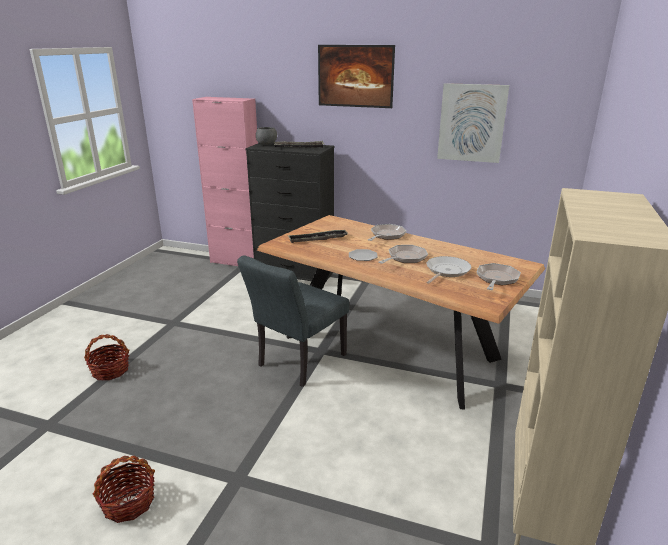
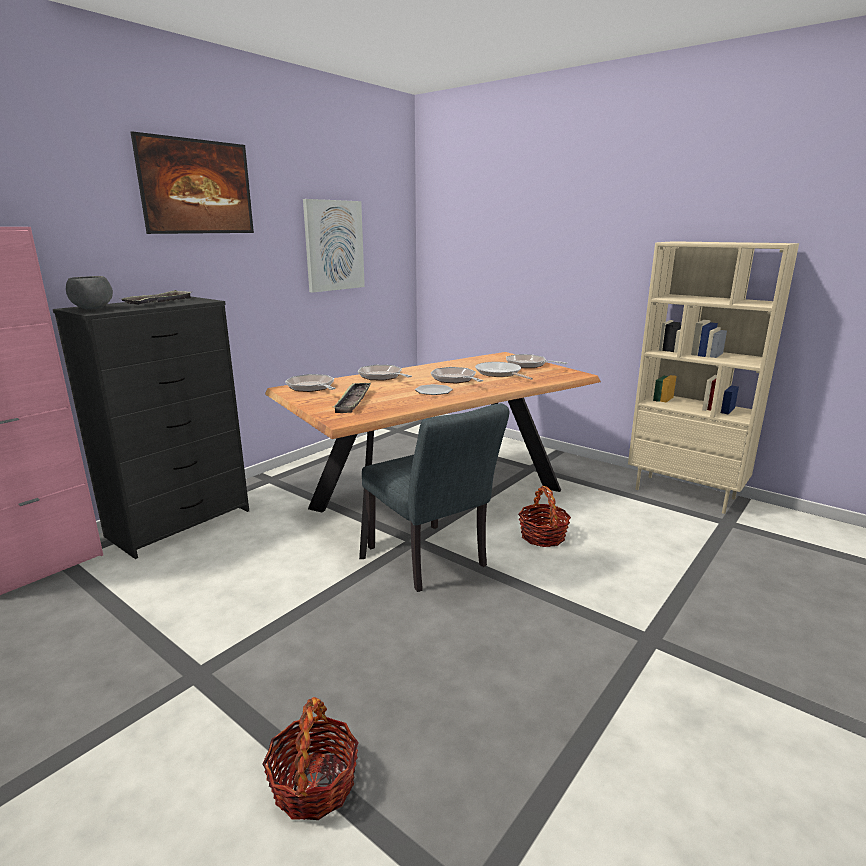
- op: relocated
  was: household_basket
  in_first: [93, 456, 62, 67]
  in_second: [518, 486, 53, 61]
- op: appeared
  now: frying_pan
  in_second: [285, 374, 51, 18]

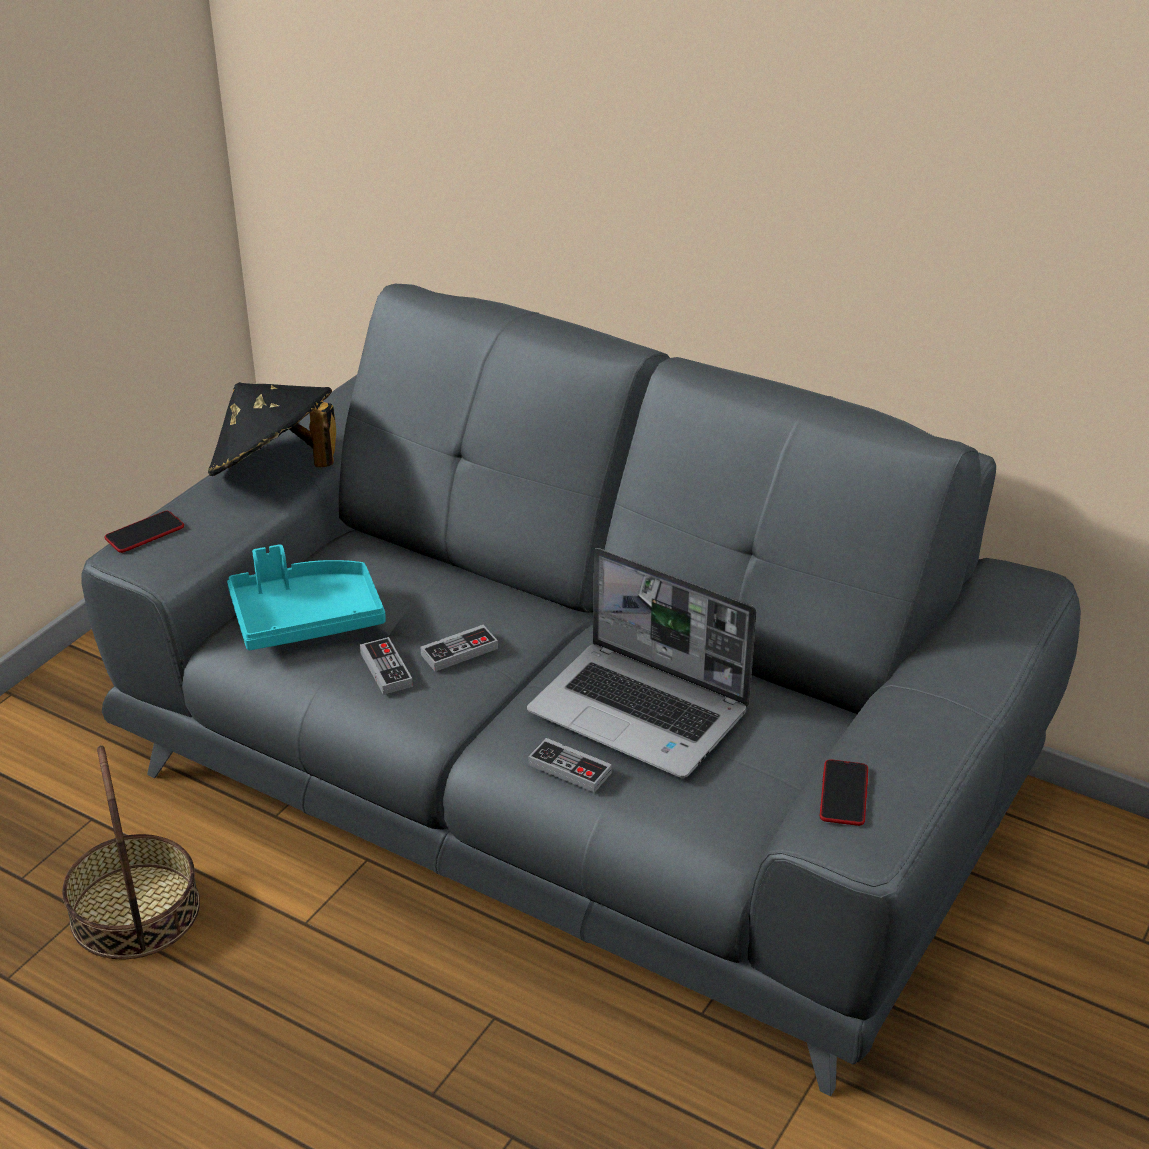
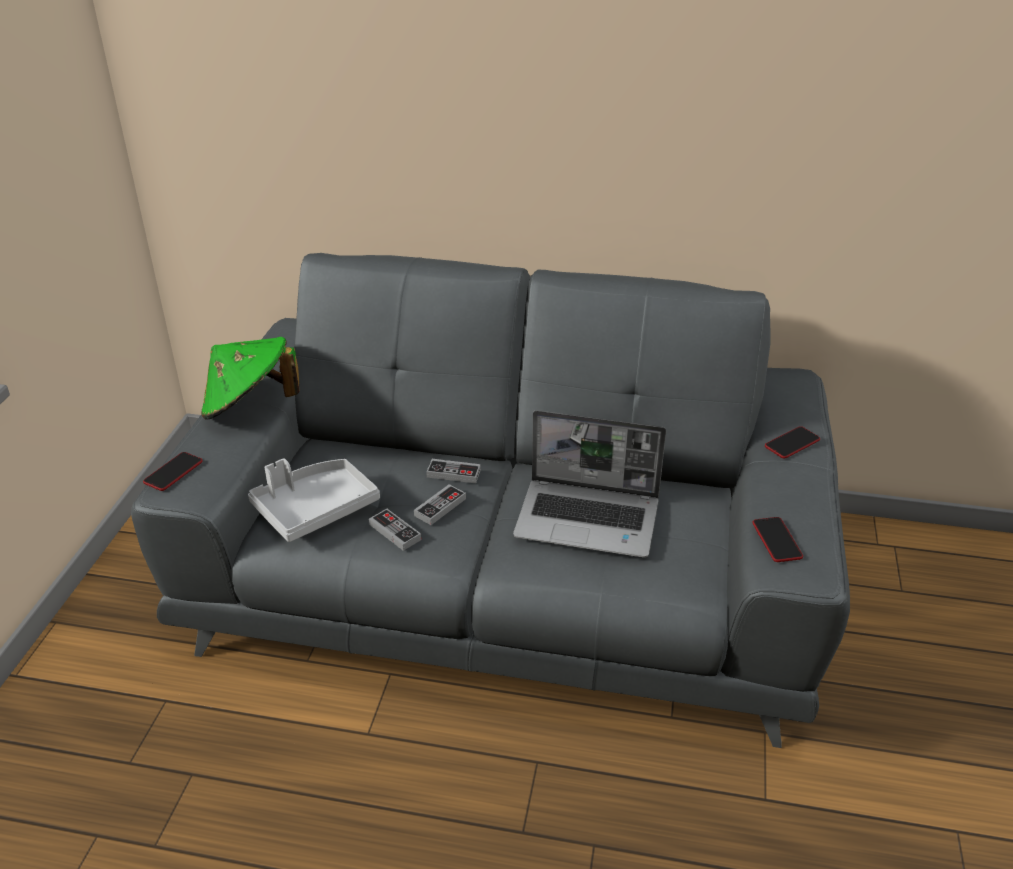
- op: missing
  was: household_basket
  in_first: [62, 745, 138, 214]
- op: colour
  was: black_clothing_hat
  now: greenish_clothing_hat
  in_first: [208, 382, 128, 94]
  in_second: [201, 337, 99, 83]
- op: colour
  was: turquoise_serving_tray
  now: grey_serving_tray
  in_first: [227, 544, 159, 106]
  in_second: [248, 459, 132, 83]
- op: relocated
  was: gamepad
  in_first: [528, 738, 84, 55]
  in_second: [426, 459, 55, 24]
- op: appeared
  now: telephone
  in_second: [765, 426, 55, 33]

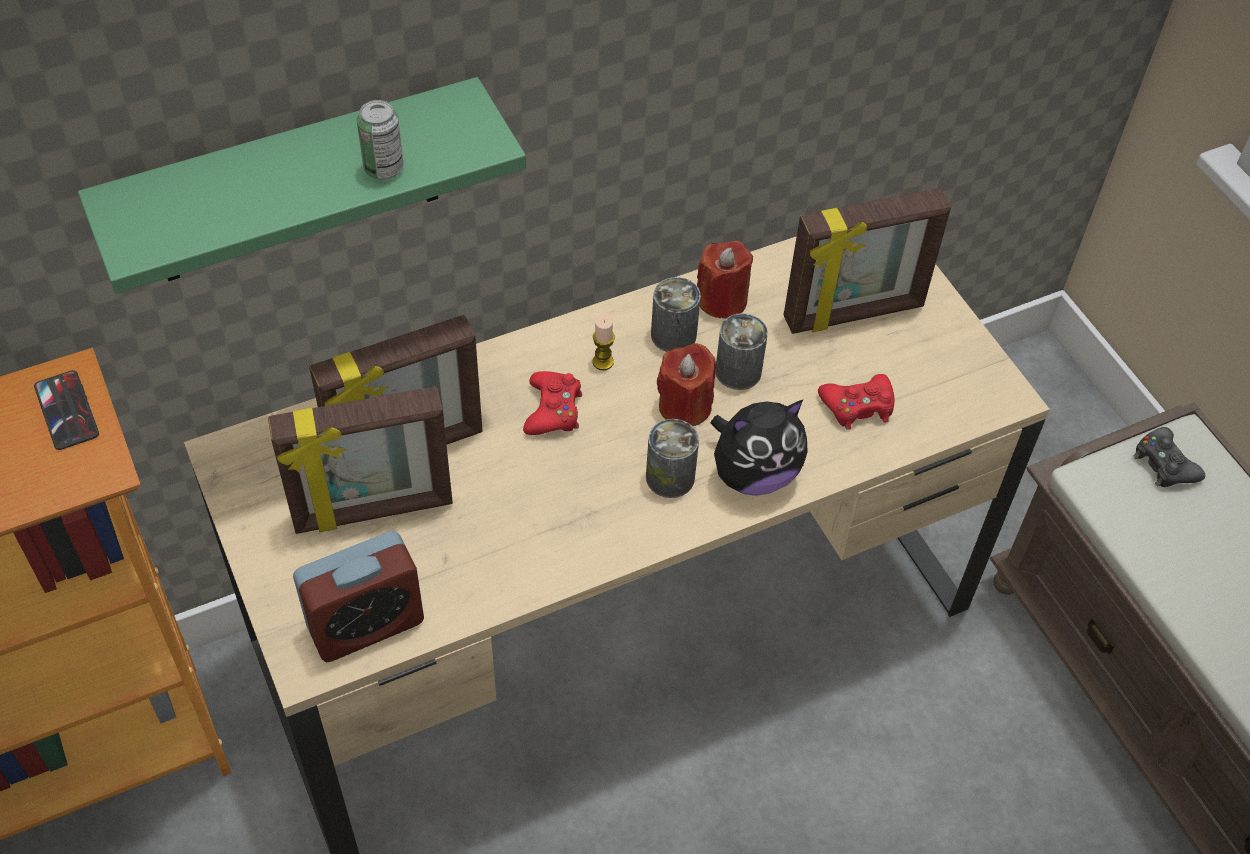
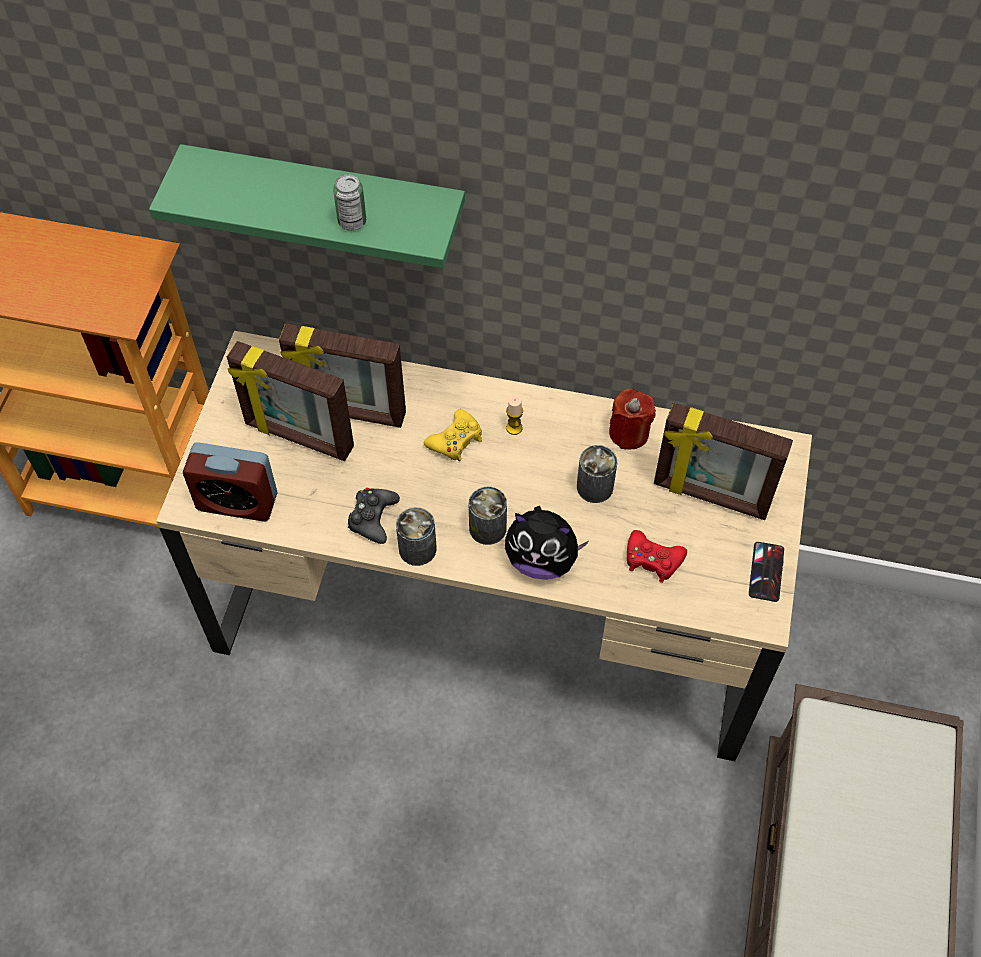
- op: relocated
  was: telephone
  in_first: [34, 370, 65, 80]
  in_second: [749, 542, 35, 60]
- op: colour
  was: reddish_gamepad
  now: yellow_gamepad
  in_first: [523, 371, 59, 64]
  in_second: [424, 409, 58, 52]
- op: relocated
  was: can
  in_first: [651, 277, 50, 75]
  in_second: [396, 507, 41, 59]
- op: missing
  was: reddish_wax_candle
  in_first: [657, 344, 59, 82]
- op: relocated
  was: black_gamepad
  in_first: [1133, 427, 72, 60]
  in_second: [348, 488, 52, 56]

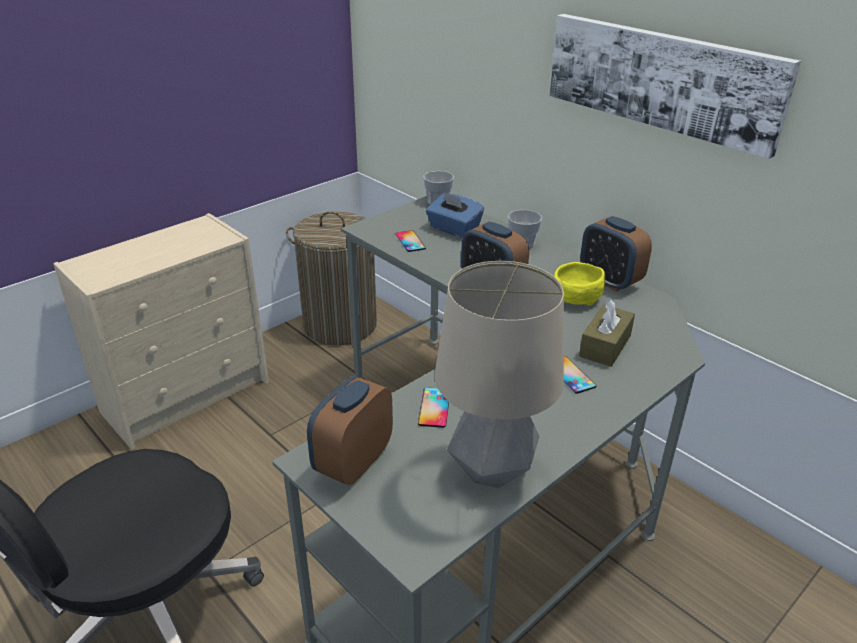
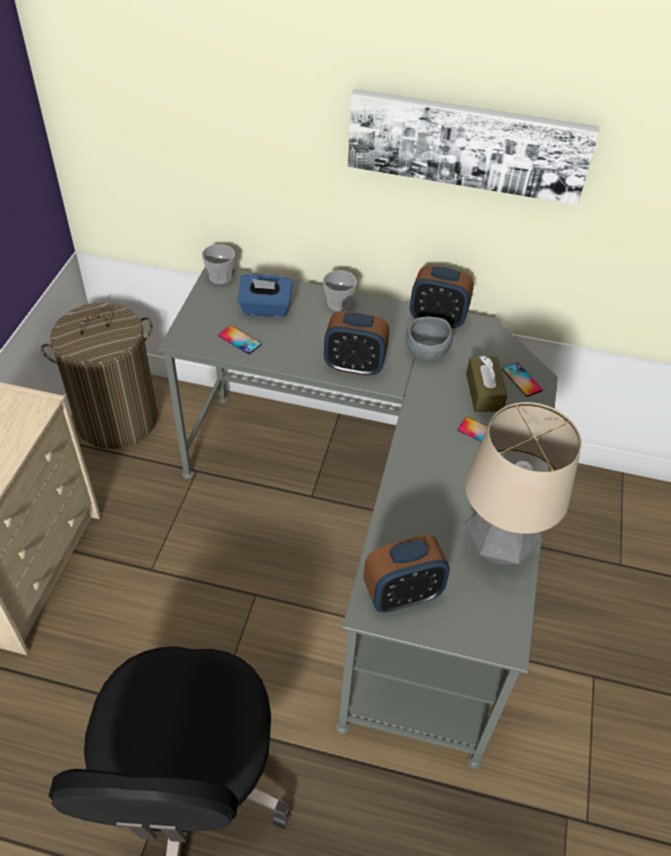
- op: spun
  was: alarm_clock
  in_first: [307, 376, 86, 109]
  in_second: [363, 535, 87, 77]
  clockwise: -105
- op: relocated
  was: telephone
  in_first: [418, 387, 31, 41]
  in_second: [502, 362, 41, 35]
- op: colour
  was: yellow_deep_dish
  now: grey_deep_dish
  in_first: [554, 262, 51, 44]
  in_second: [405, 316, 48, 44]

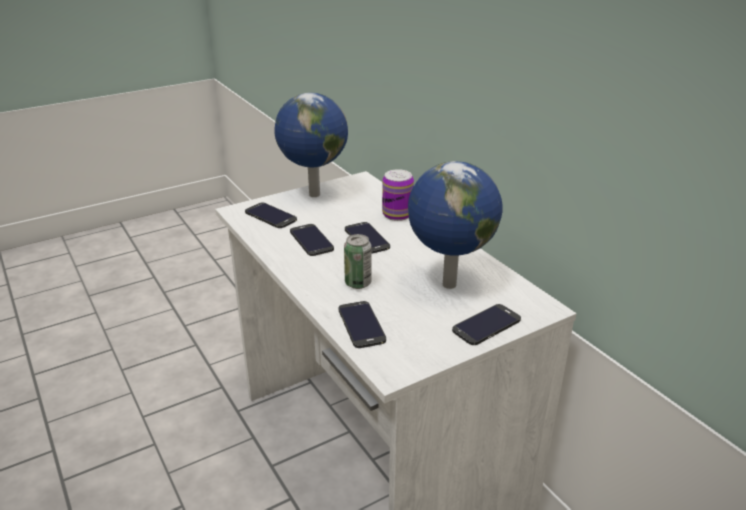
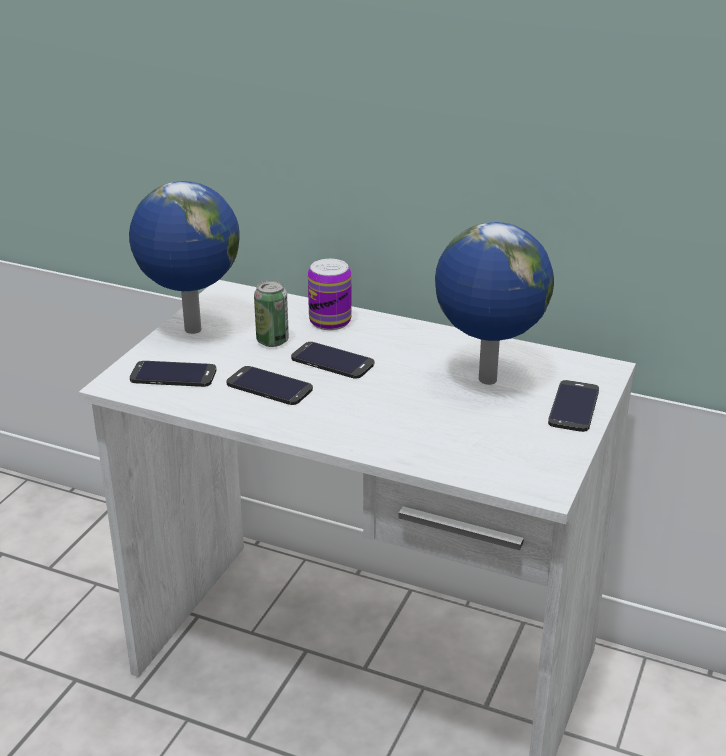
- op: missing
  was: telephone
  in_first: [338, 301, 48, 47]
- op: relocated
  was: can
  in_first: [344, 234, 28, 55]
  in_second: [254, 280, 35, 67]

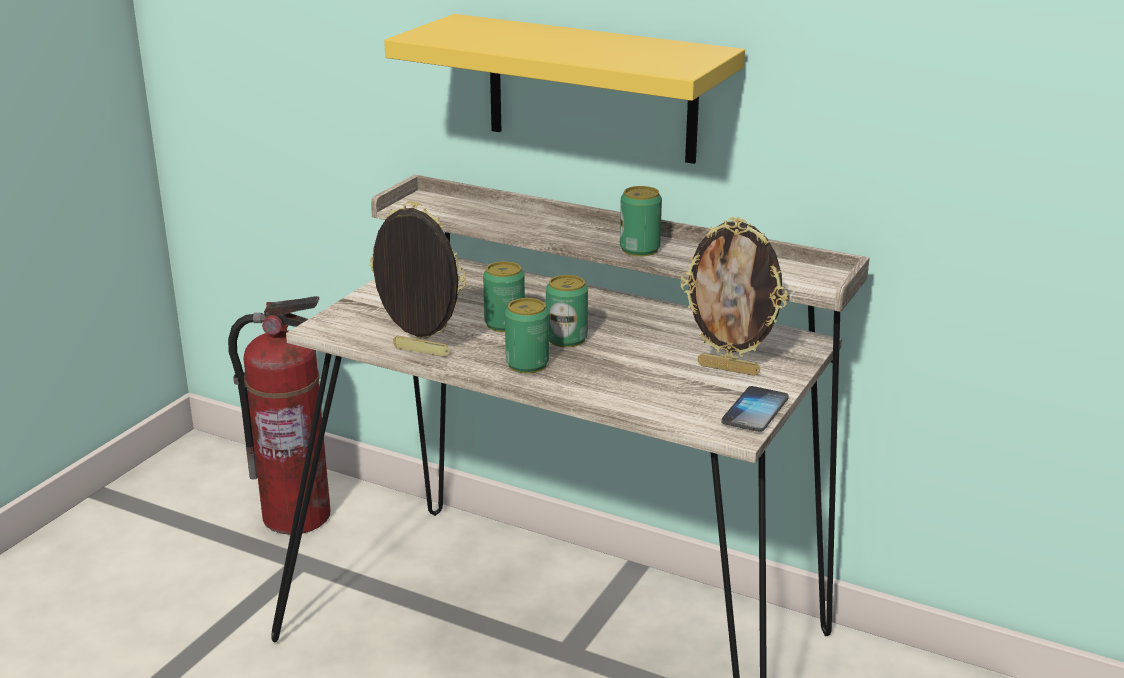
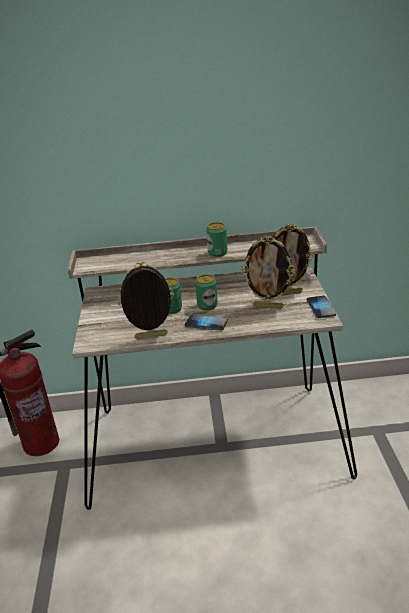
- op: missing
  was: yellow_wall_shelf
  in_first: [384, 14, 361, 150]
- op: exchanged
  was: can
  now: telephone
  in_first: [505, 298, 44, 75]
  in_second: [185, 315, 43, 16]
- op: appeared
  now: standing_frame
  in_second: [241, 235, 54, 74]

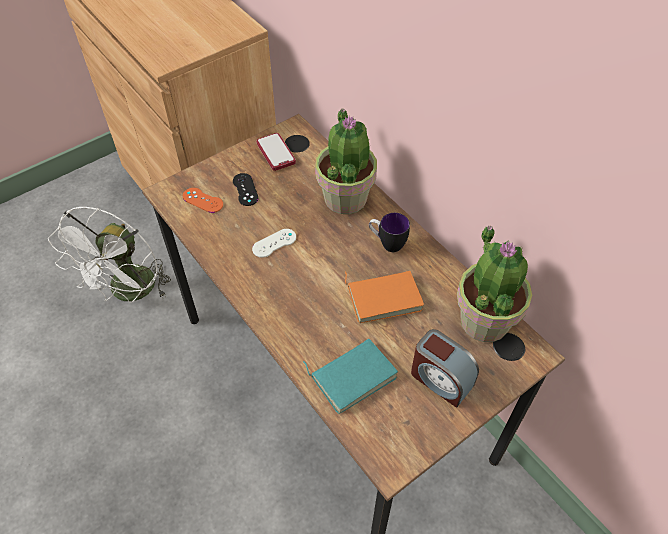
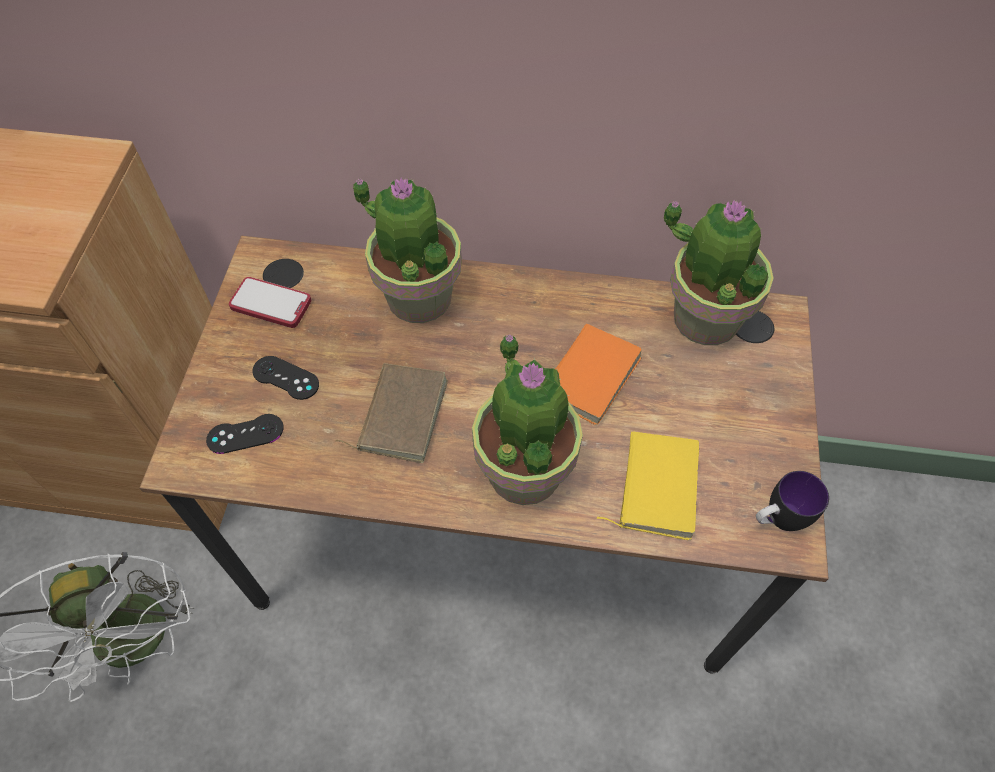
- op: colour
  was: orangey_gamepad
  now: black_gamepad
  in_first: [183, 188, 40, 25]
  in_second: [206, 414, 78, 40]
- op: exchanged
  was: whitish_gamepad
  now: brown_bound_book
  in_first: [252, 229, 44, 29]
  in_second: [335, 363, 113, 100]
- op: colour
  was: turquoise_bound_book
  now: yellow_bound_book
  in_first: [303, 339, 95, 75]
  in_second: [597, 431, 102, 110]
- op: relocated
  was: tea_mug
  in_first: [369, 213, 41, 39]
  in_second: [756, 471, 73, 60]
- op: missing
  was: alarm_clock
  in_first: [411, 329, 68, 79]
- op: appeared
  now: plant_in_a_pot
  in_second: [472, 334, 111, 171]

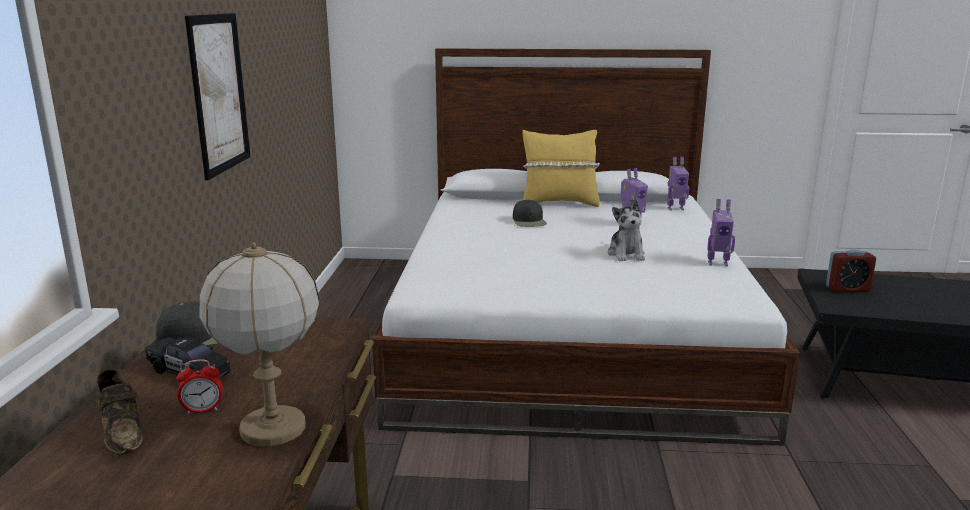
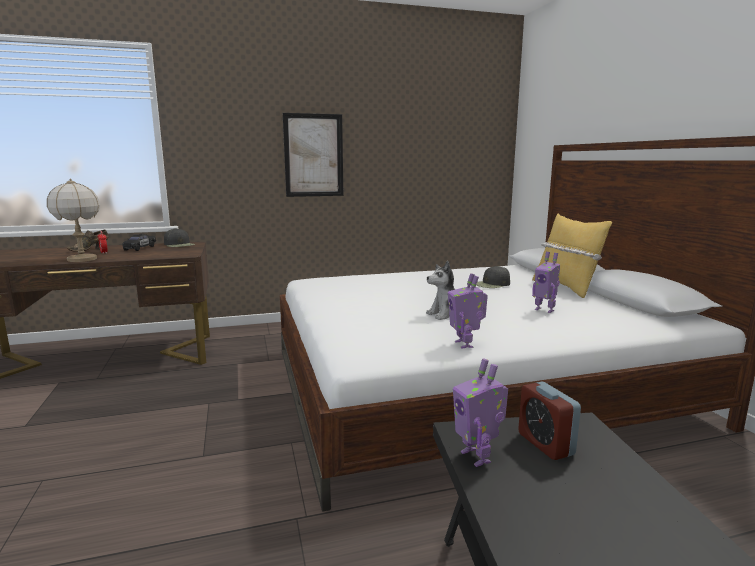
- op: relocated
  was: model_robot
  in_first: [667, 157, 22, 53]
  in_second: [453, 358, 55, 109]

